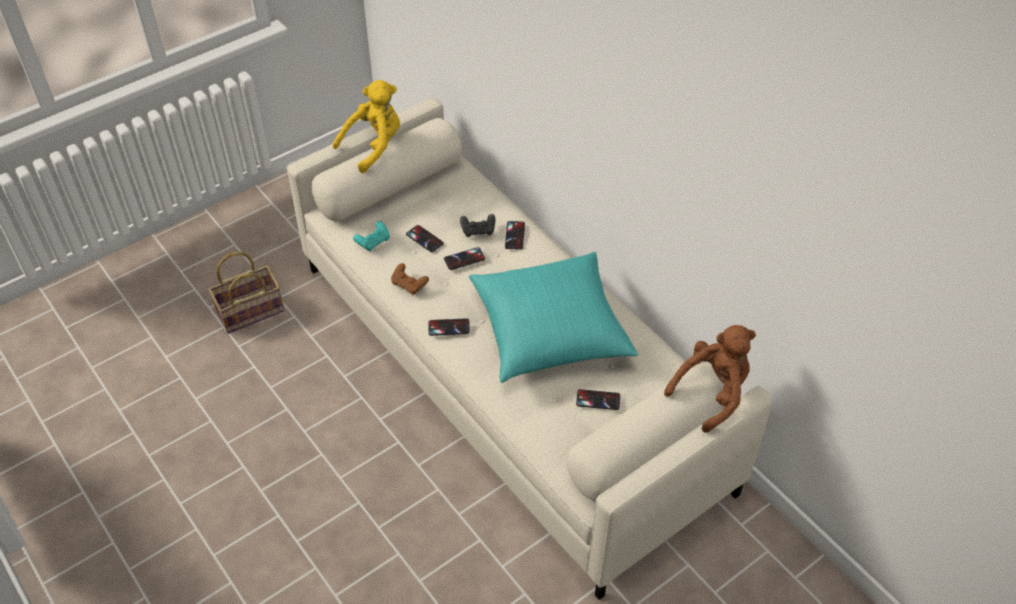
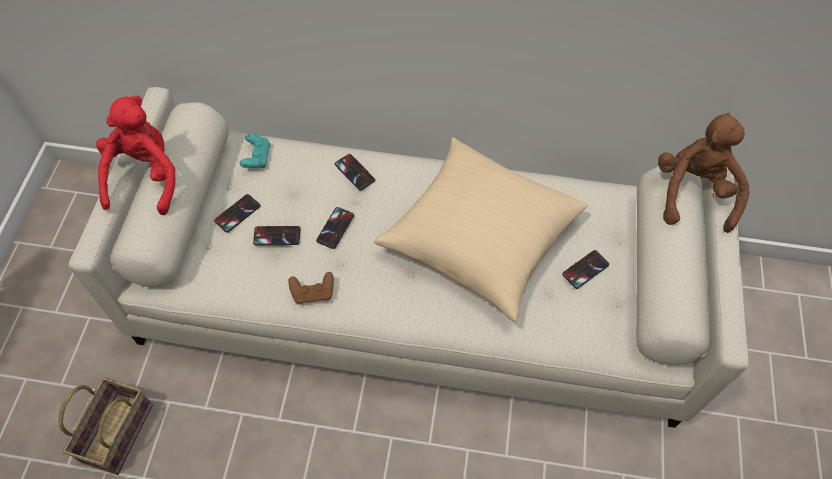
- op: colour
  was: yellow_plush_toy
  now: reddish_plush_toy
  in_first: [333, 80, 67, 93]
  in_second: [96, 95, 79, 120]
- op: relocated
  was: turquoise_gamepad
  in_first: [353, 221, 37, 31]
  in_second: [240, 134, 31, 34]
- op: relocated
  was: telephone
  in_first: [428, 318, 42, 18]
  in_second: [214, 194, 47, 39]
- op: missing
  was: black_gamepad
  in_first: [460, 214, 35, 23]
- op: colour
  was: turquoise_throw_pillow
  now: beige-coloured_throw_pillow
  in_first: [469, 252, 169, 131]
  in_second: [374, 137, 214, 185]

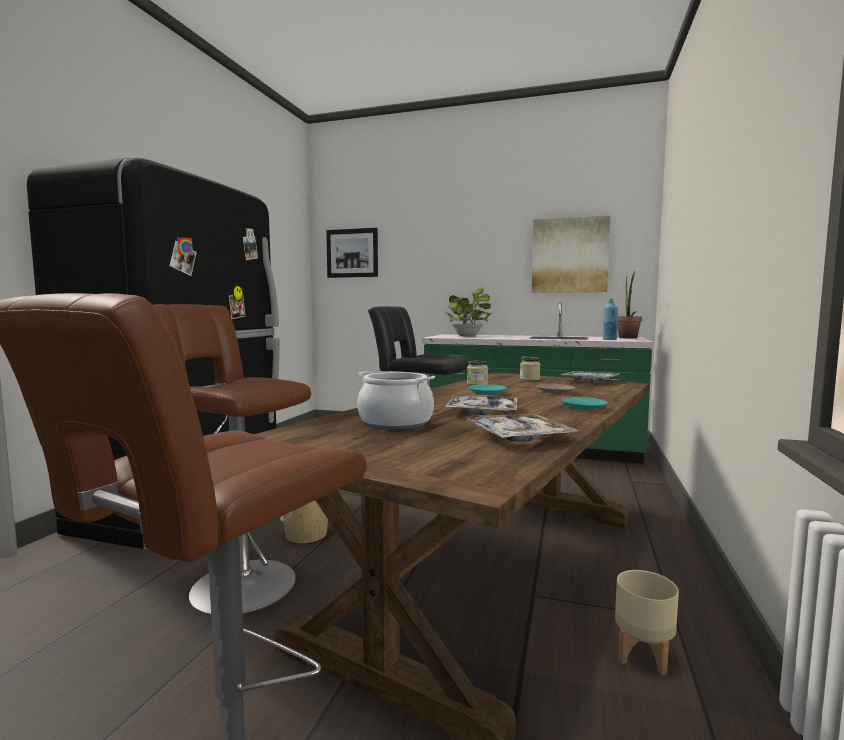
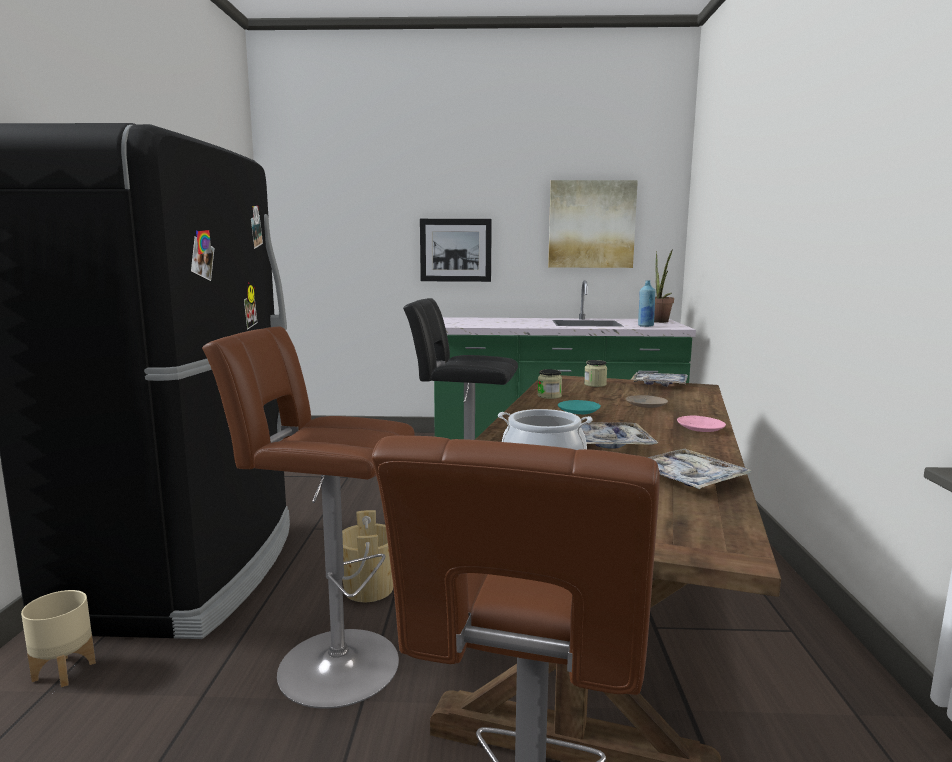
- op: relocated
  was: wall_picture
  in_first: [326, 228, 52, 50]
  in_second: [420, 219, 72, 63]
- op: missing
  was: plant_in_a_pot
  in_first: [446, 287, 46, 50]
- op: colour
  was: turquoise_flat_dish
  now: pink_flat_dish
  in_first: [562, 397, 46, 13]
  in_second: [677, 415, 49, 17]
- op: relocated
  was: beige-coloured_planter
  in_first: [615, 570, 64, 106]
  in_second: [21, 590, 75, 97]

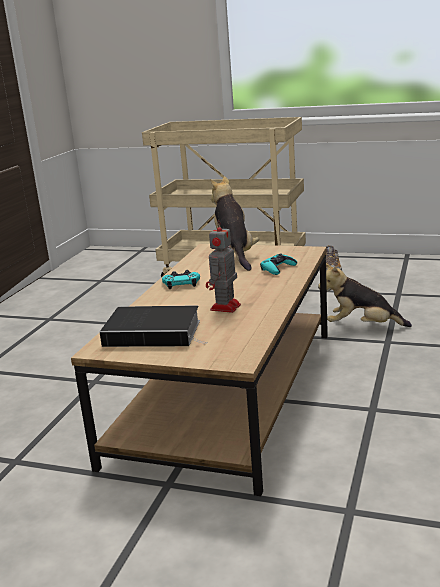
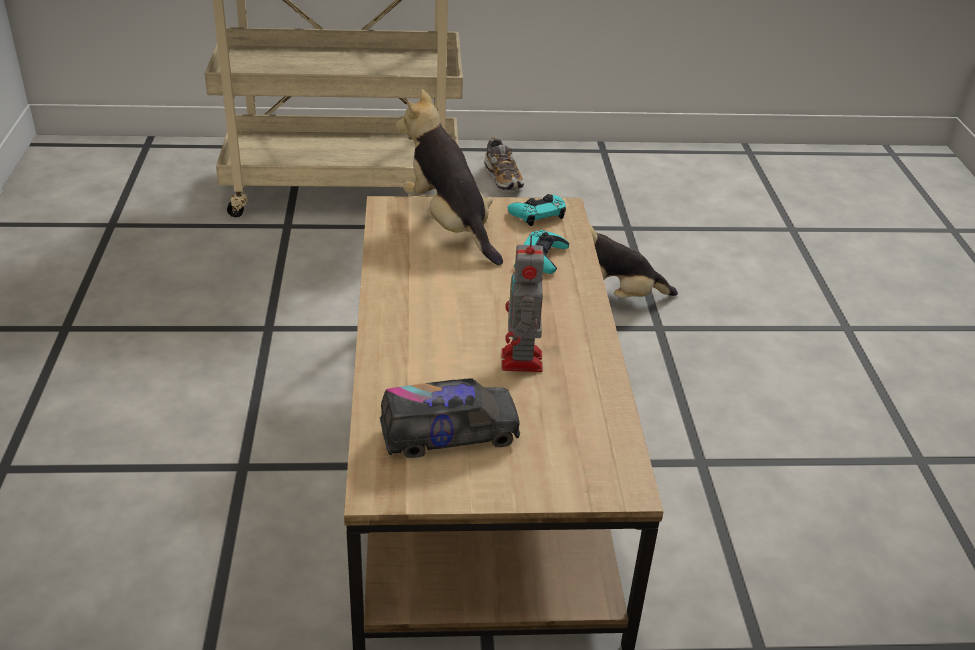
- op: exchanged
  was: bound_book
  now: toy_truck
  in_first: [100, 305, 108, 42]
  in_second: [380, 378, 140, 80]
- op: relocated
  was: turquoise_gamepad
  in_first: [162, 270, 38, 19]
  in_second: [508, 194, 58, 32]

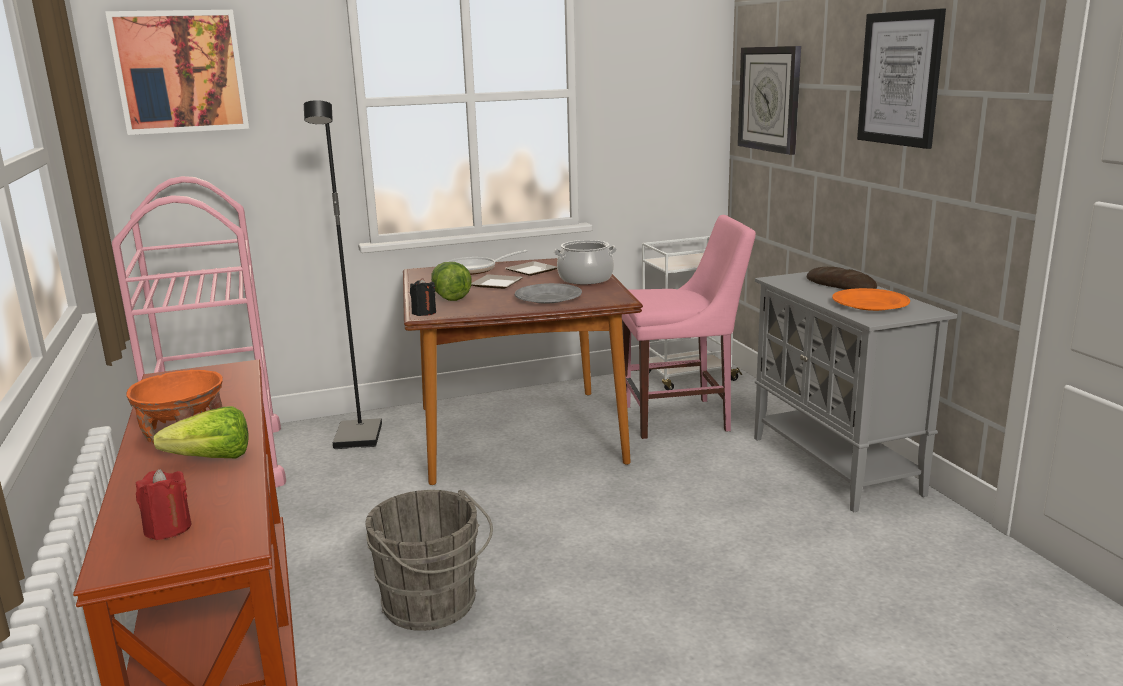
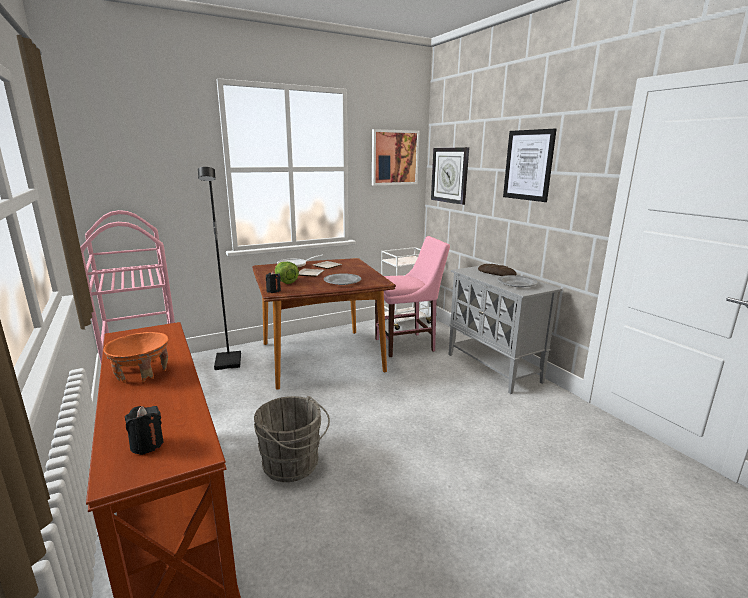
- op: relocated
  was: wall_picture
  in_first: [105, 10, 144, 125]
  in_second: [372, 129, 47, 56]
- op: colour
  was: reddish_wax_candle
  now: black_wax_candle
  in_first: [136, 469, 55, 71]
  in_second: [125, 406, 38, 49]
- op: missing
  was: lettuce
  in_first: [153, 406, 96, 53]
- op: missing
  was: saucepot
  in_first: [553, 240, 64, 44]
- op: colour
  was: orangey_flat_dish
  now: grey_flat_dish
  in_first: [832, 288, 78, 23]
  in_second: [497, 275, 41, 12]

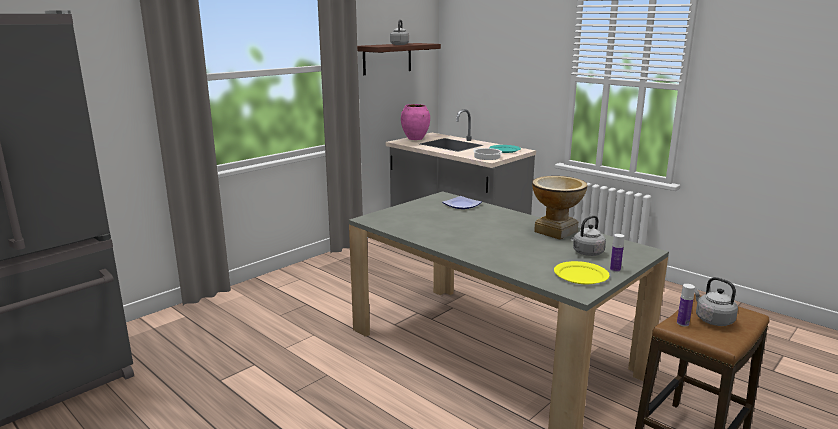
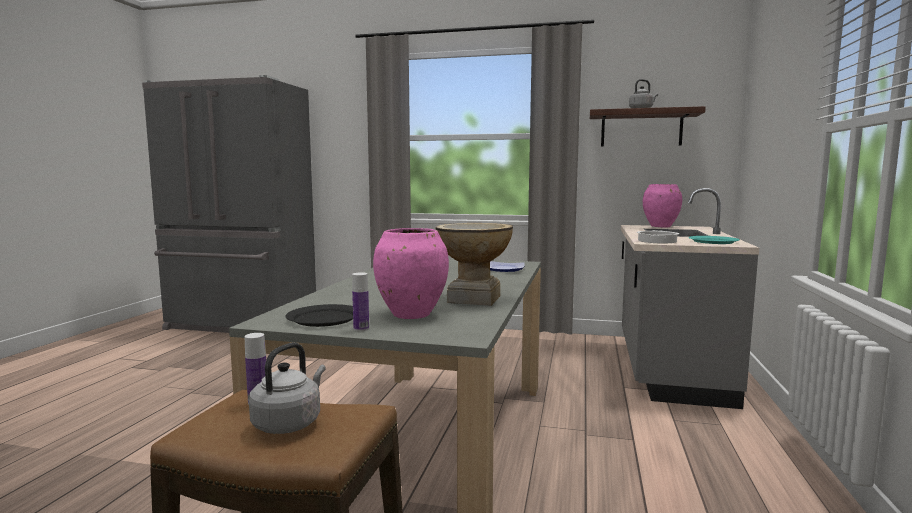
- op: colour
  was: yellow_flat_dish
  now: black_flat_dish
  in_first: [554, 261, 56, 23]
  in_second: [285, 304, 68, 23]
- op: exchanged
  was: grey_water_kettle
  now: pink_decorative_vase
  in_first: [571, 215, 35, 41]
  in_second: [373, 228, 76, 91]

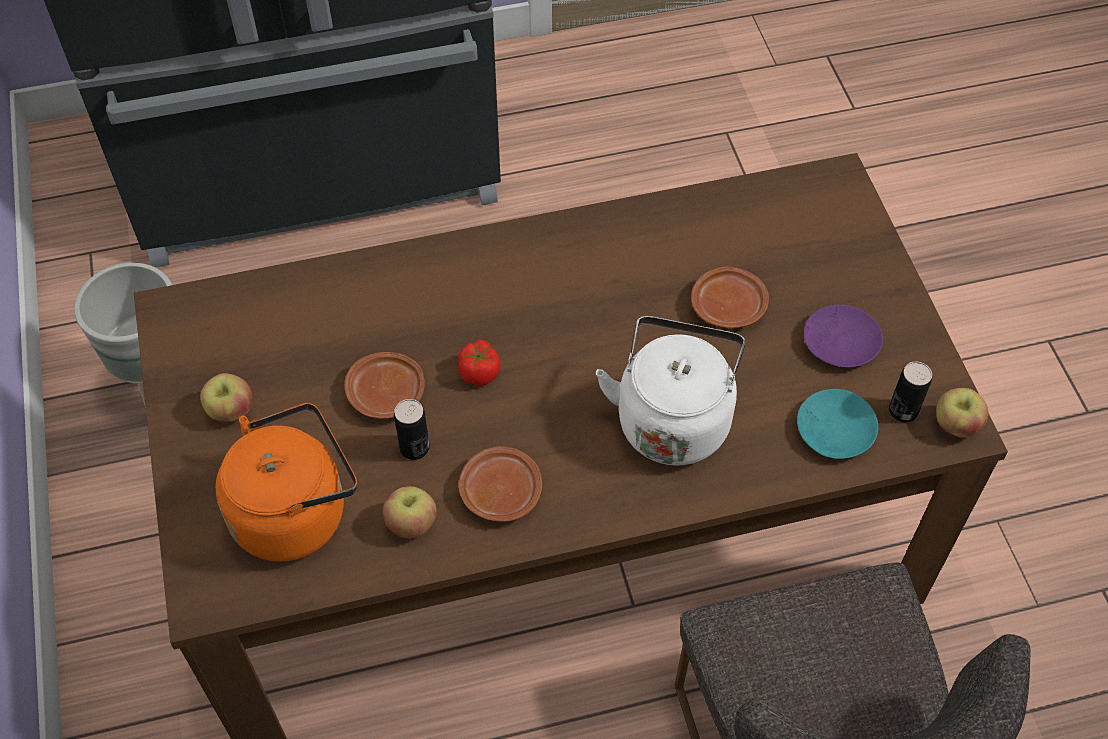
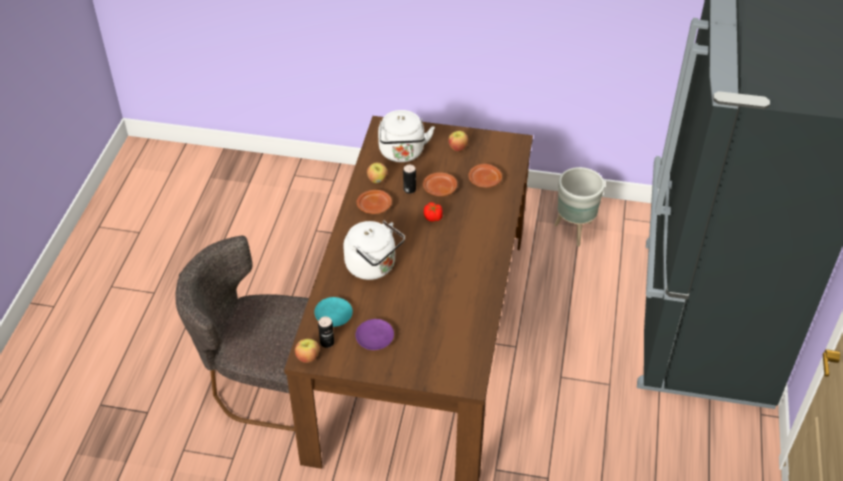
- op: colour
  was: orangey_water_kettle
  now: whitish_water_kettle
  in_first: [216, 402, 141, 160]
  in_second: [378, 110, 57, 52]
- op: relocated
  was: brown_flat_dish
  in_first: [691, 266, 78, 63]
  in_second: [468, 164, 34, 24]

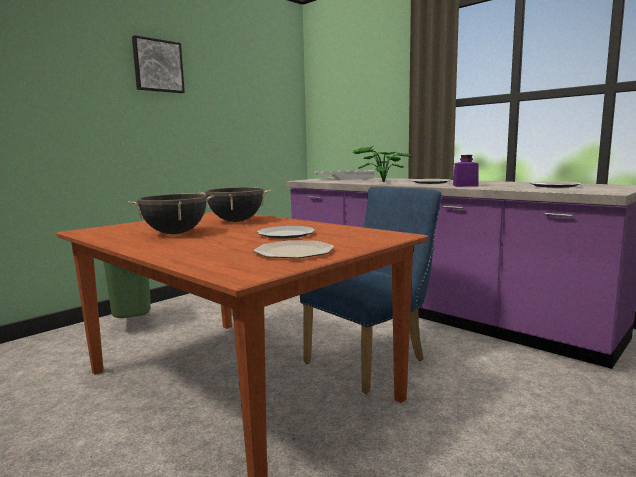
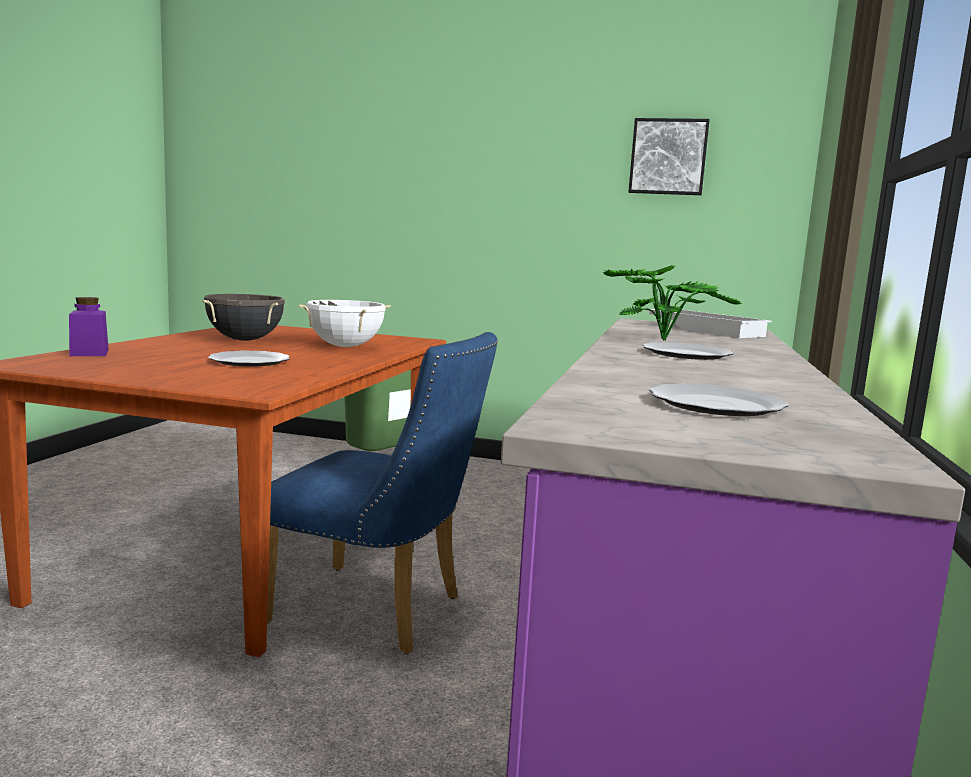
- op: relocated
  was: wall_picture
  in_first: [132, 35, 53, 58]
  in_second: [629, 118, 81, 77]
- op: colour
  was: black_saucepot
  now: whitish_saucepot
  in_first: [199, 187, 71, 35]
  in_second: [299, 300, 92, 47]
- op: missing
  was: flat_dish
  in_first: [253, 240, 81, 18]
- op: relocated
  was: purple_preserve_jar
  in_first: [453, 155, 26, 32]
  in_second: [69, 297, 40, 59]

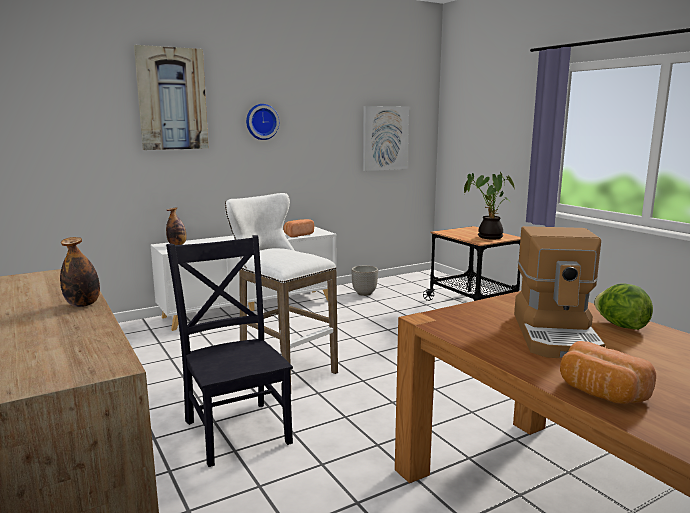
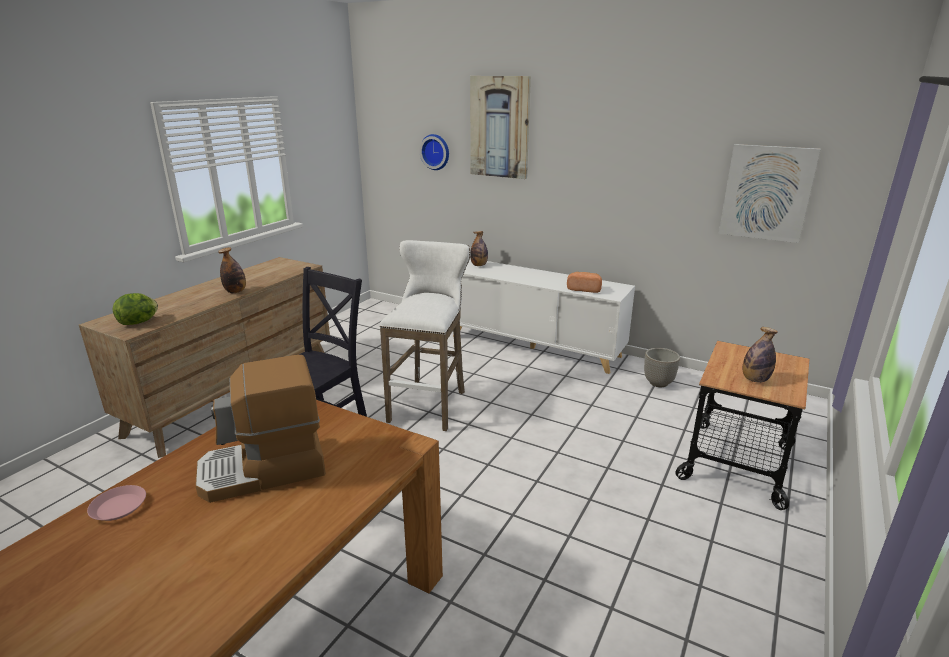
- op: relocated
  was: clock_on_the_wall
  in_first: [246, 104, 33, 36]
  in_second: [419, 134, 30, 36]
- op: exchanged
  was: plant_in_a_pot
  now: drink_bottle
  in_first: [464, 172, 51, 68]
  in_second: [743, 327, 35, 56]
- op: exchanged
  was: bread
  now: pink_flat_dish
  in_first: [560, 341, 96, 63]
  in_second: [87, 485, 59, 36]
- op: relocated
  was: lettuce
  in_first: [594, 283, 59, 47]
  in_second: [112, 293, 46, 32]

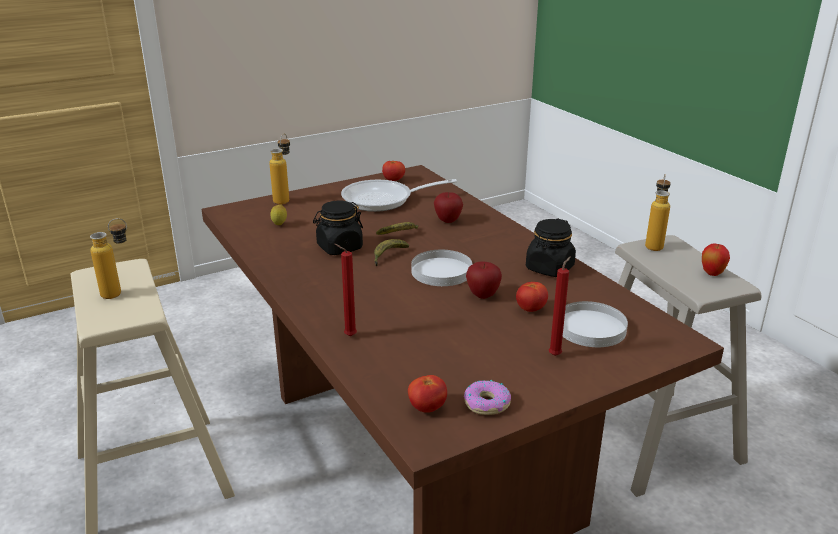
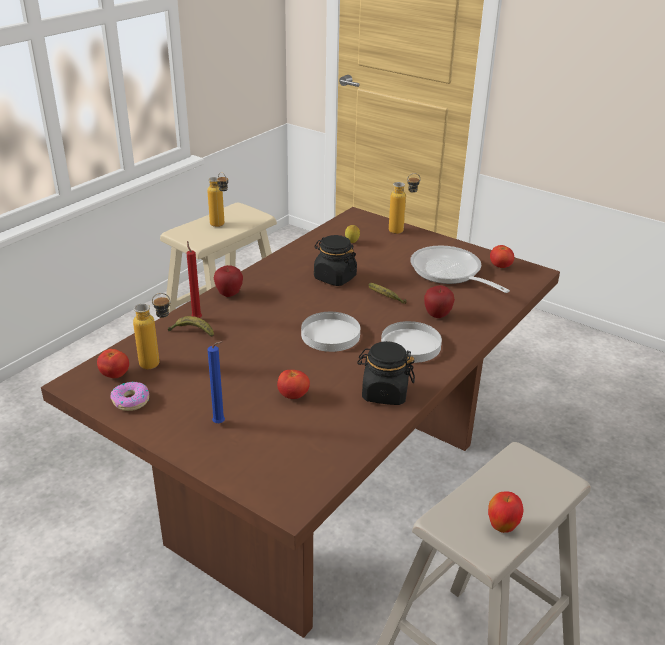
- op: relocated
  was: whole_banana
  in_first: [374, 239, 35, 27]
  in_second: [168, 316, 46, 21]
- op: relocated
  was: whole_apple
  in_first: [466, 261, 36, 38]
  in_second: [214, 265, 29, 32]
- op: colour
  was: reddish_wax_candle
  now: blue-coloured_wax_candle
  in_first: [549, 256, 22, 100]
  in_second: [207, 341, 18, 82]
- op: relocated
  was: whitish_flat_dish
  in_first: [563, 301, 65, 46]
  in_second: [381, 321, 61, 42]
- op: relocated
  was: drink_bottle
  in_first: [645, 174, 26, 77]
  in_second: [133, 293, 38, 76]

